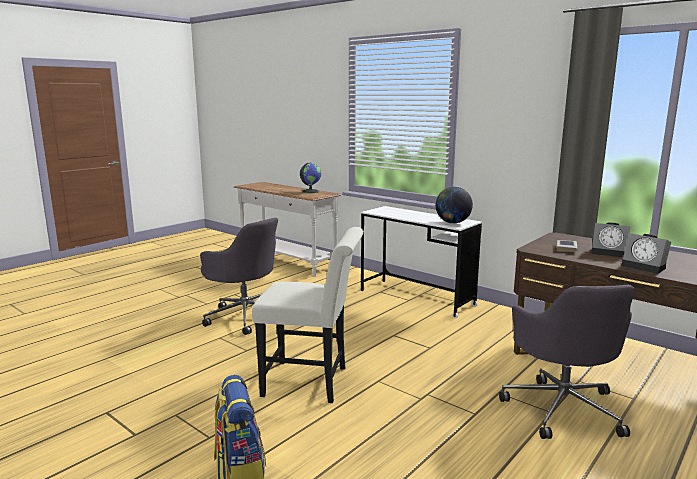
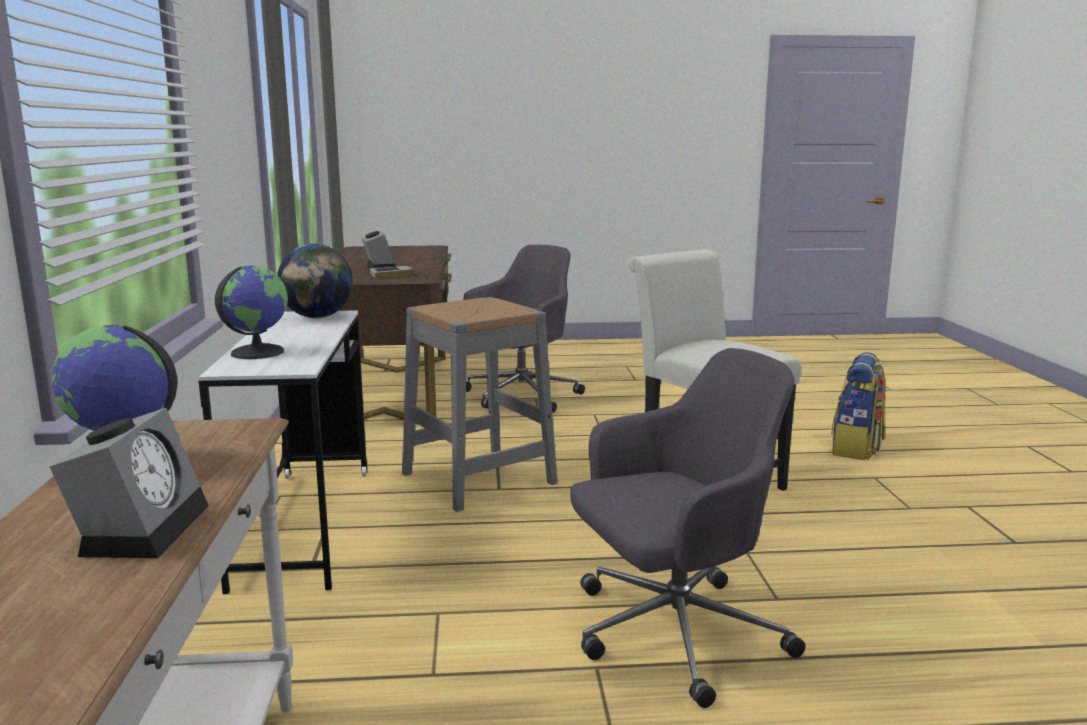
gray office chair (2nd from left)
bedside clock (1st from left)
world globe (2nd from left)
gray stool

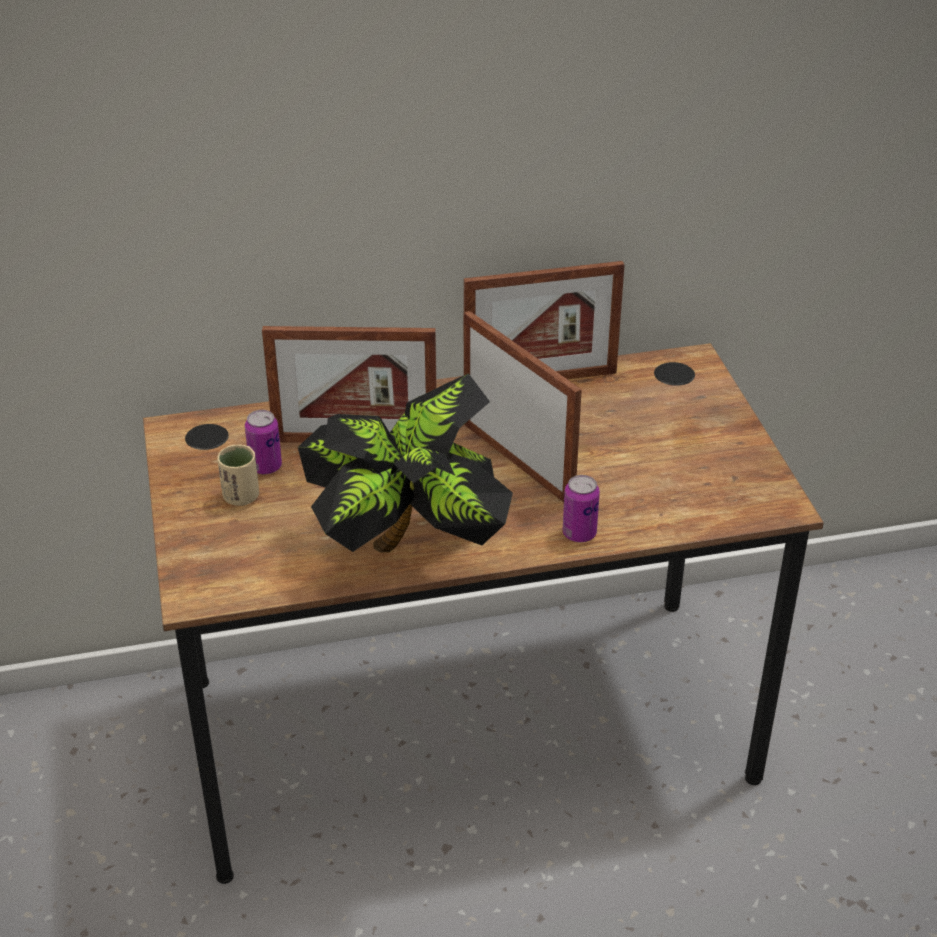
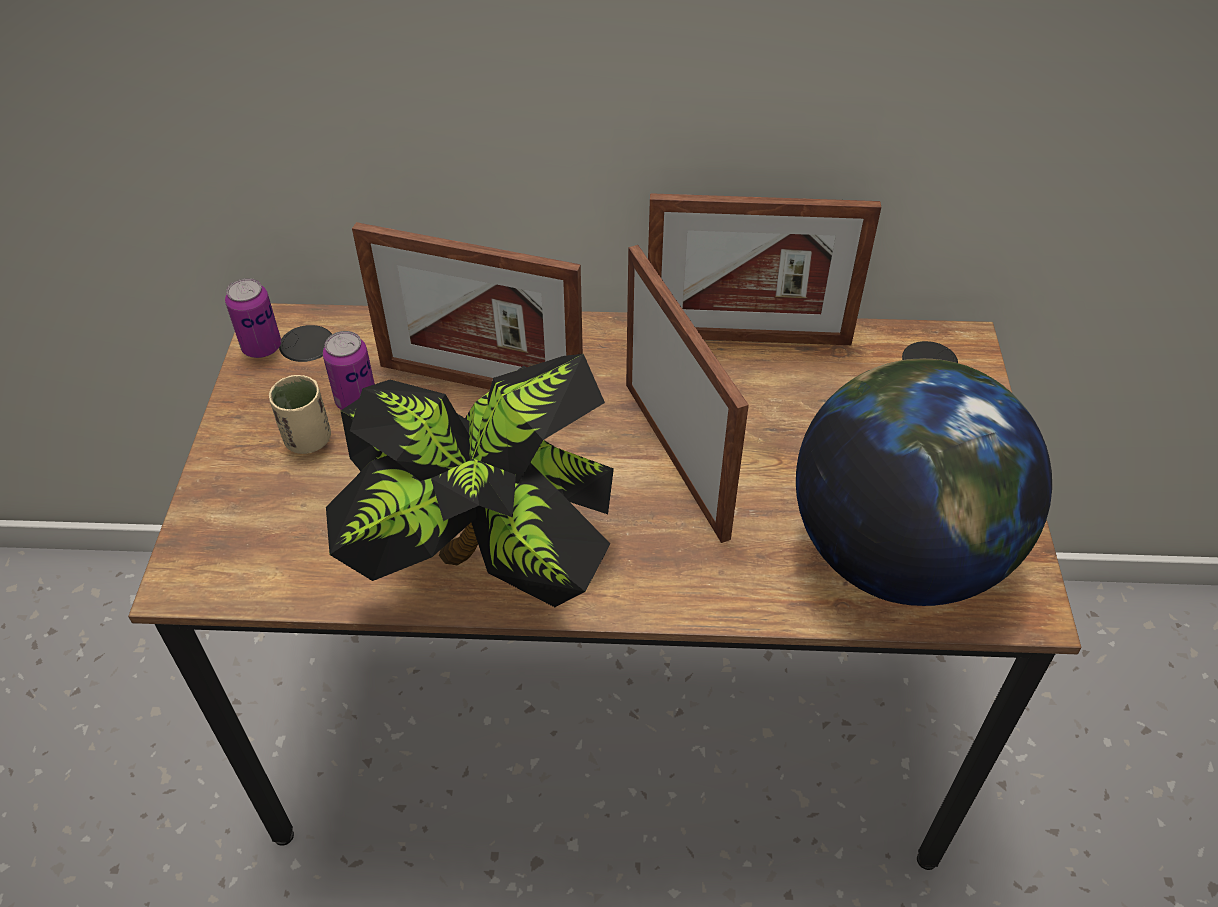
sealed can (1st from left)
world globe

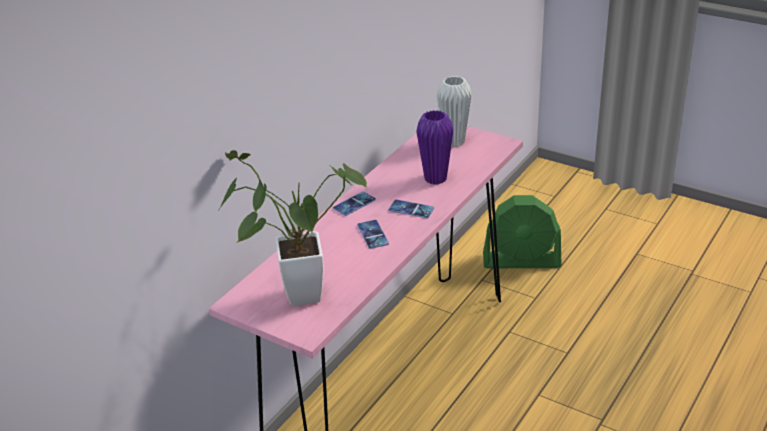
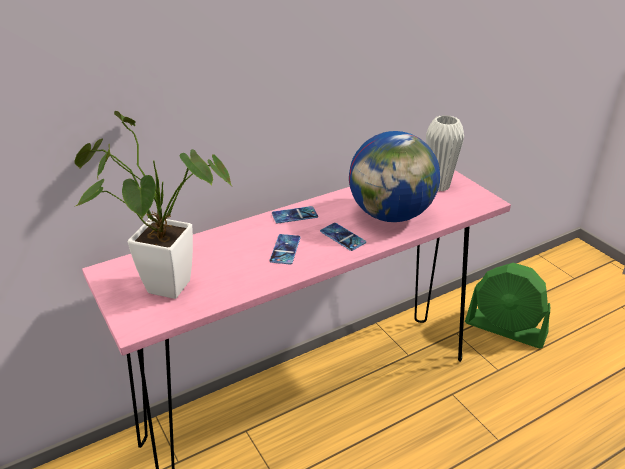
world globe

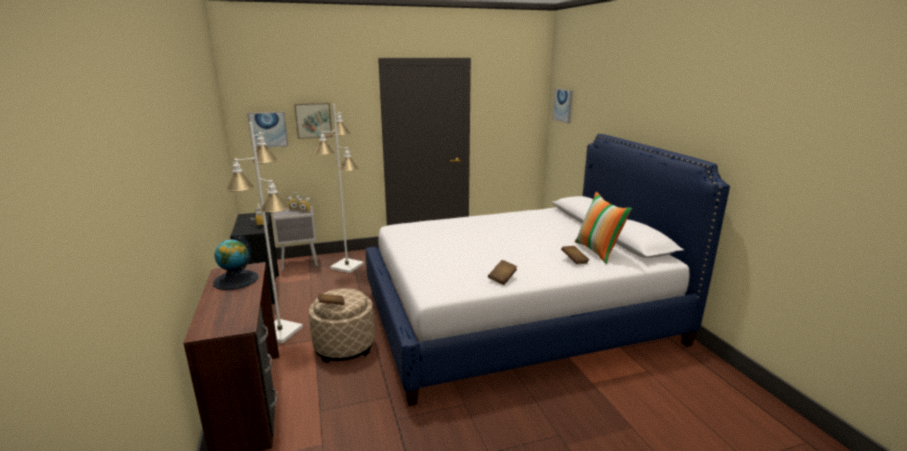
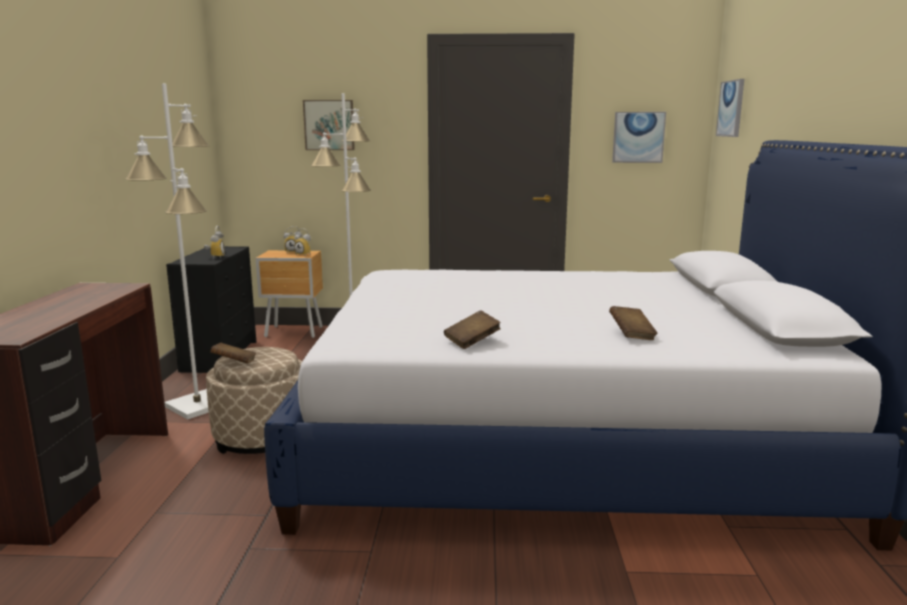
wall art (2nd from left)
pillow
brownish night table
world globe

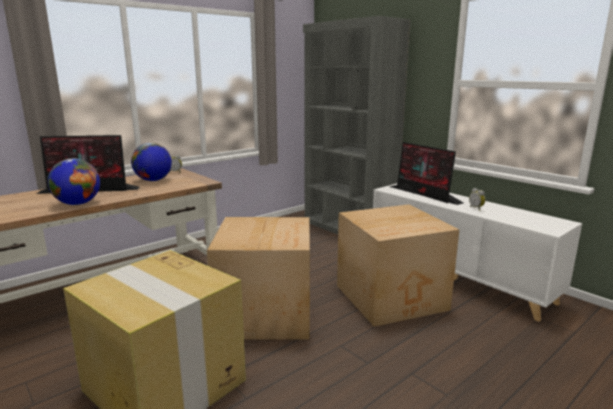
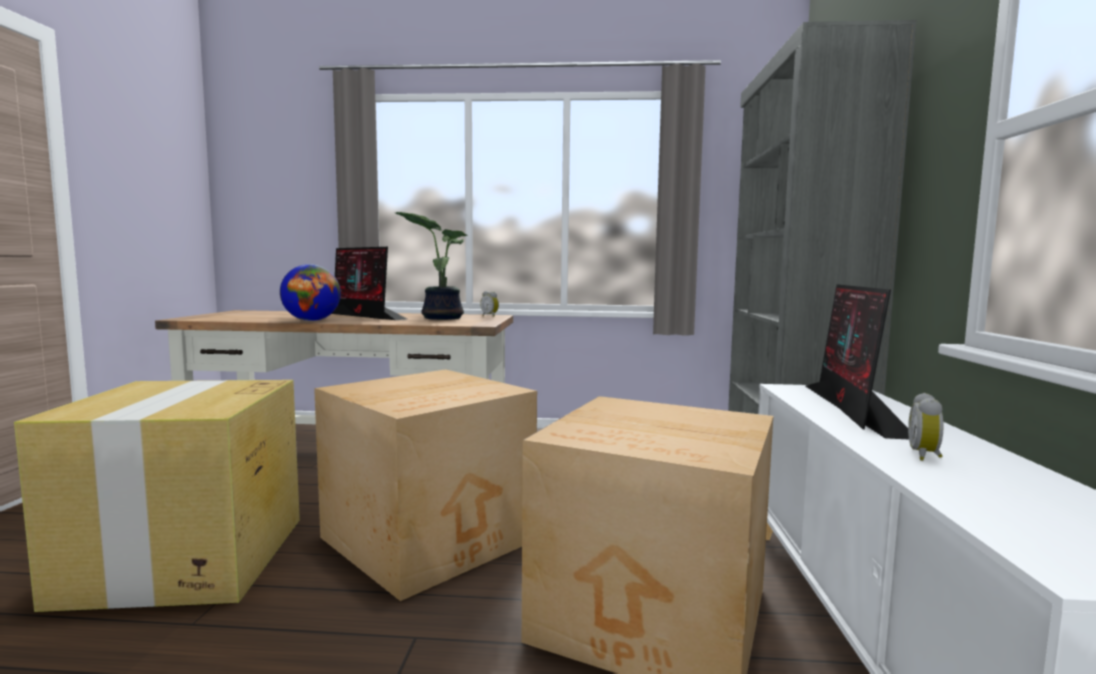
plant in a pot

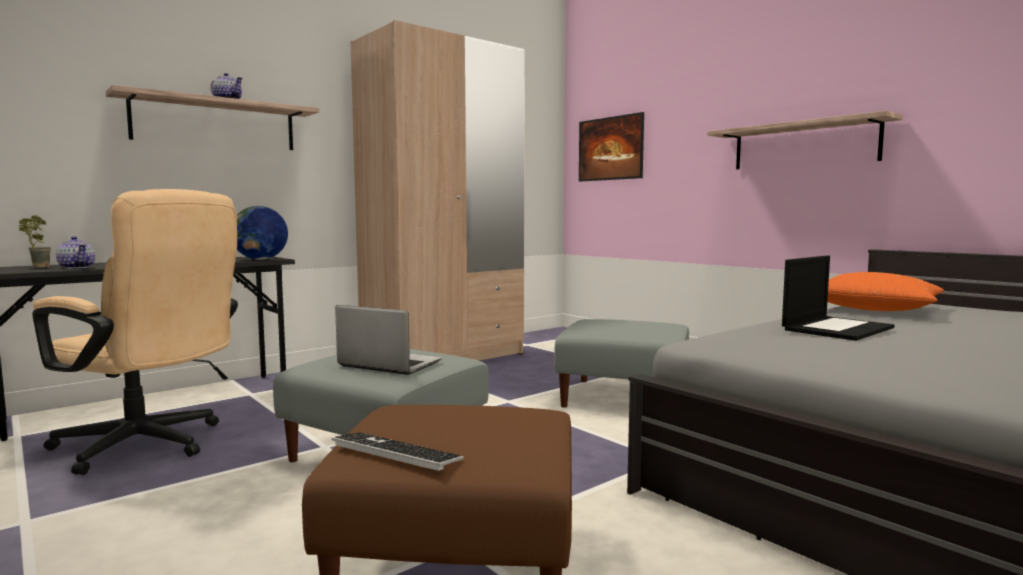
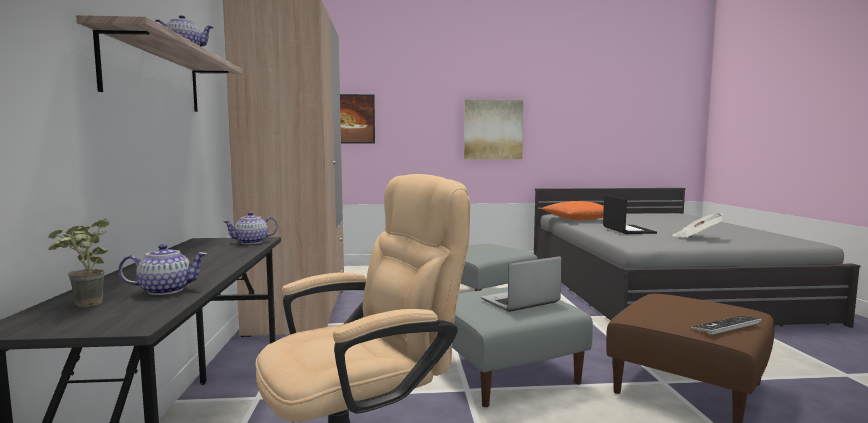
wall art (2nd from left)
teapot (3rd from left)
printed paper

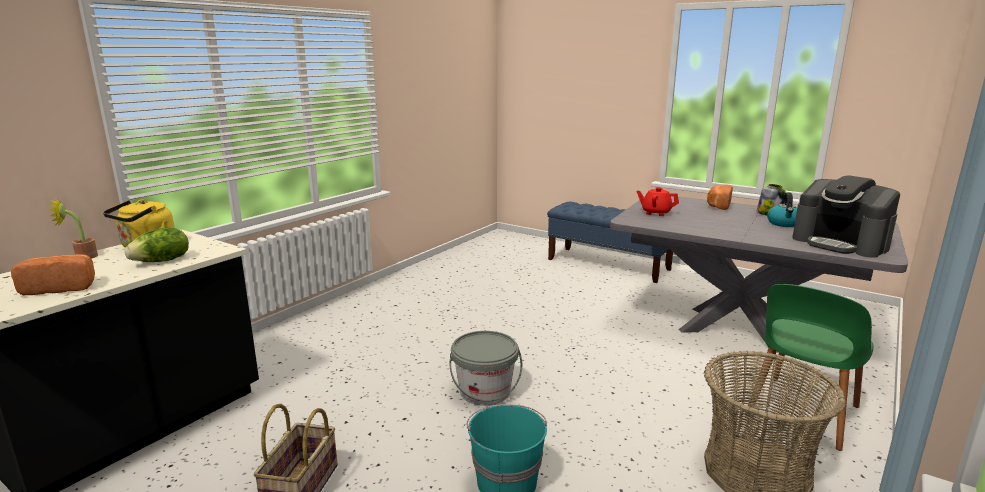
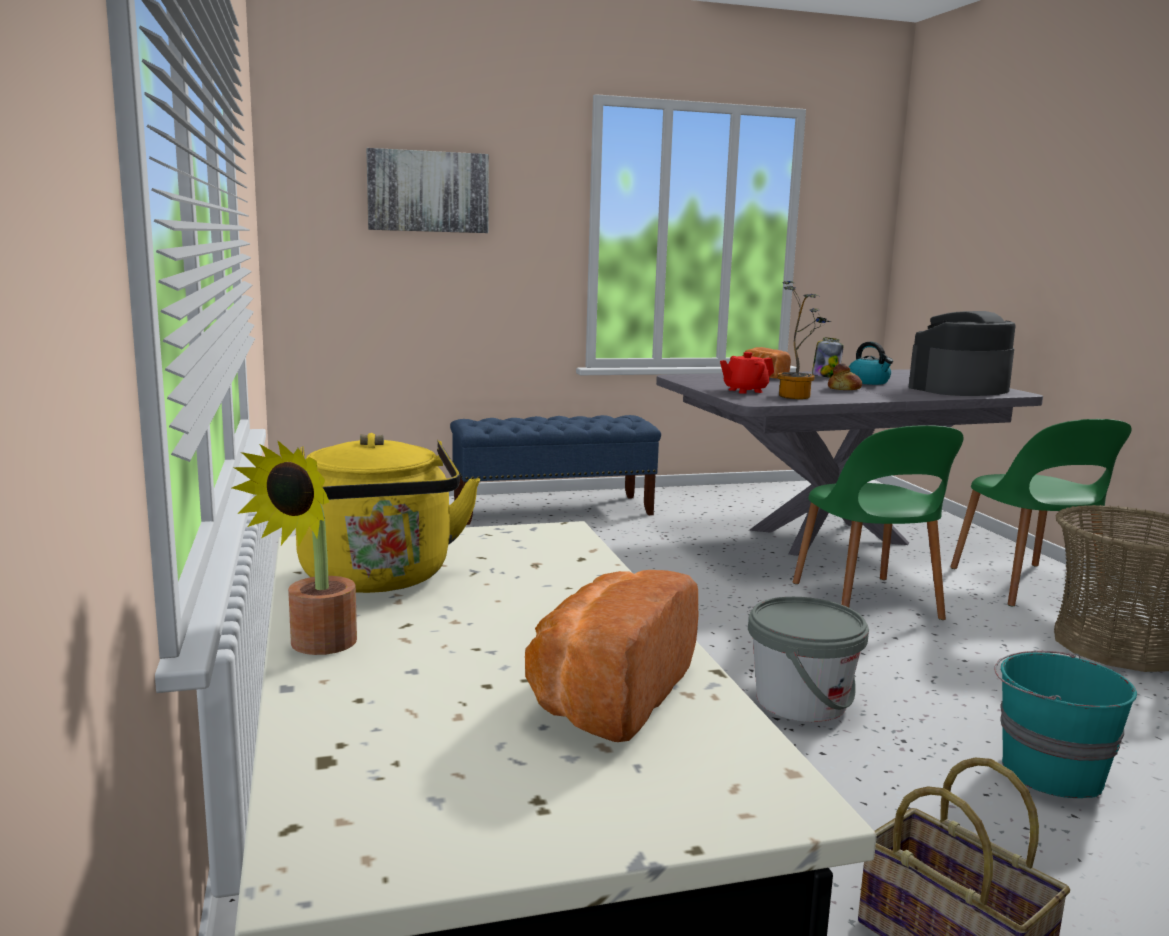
coffee brewer
lettuce head
wall art
plant in a pot (2nd from left)
bakery bread (3rd from left)
green-coloured upright chair (1st from left)

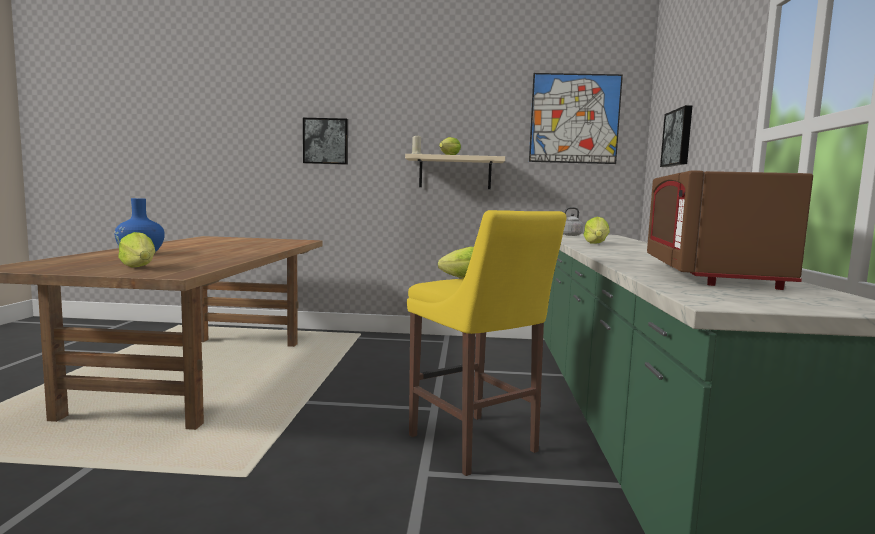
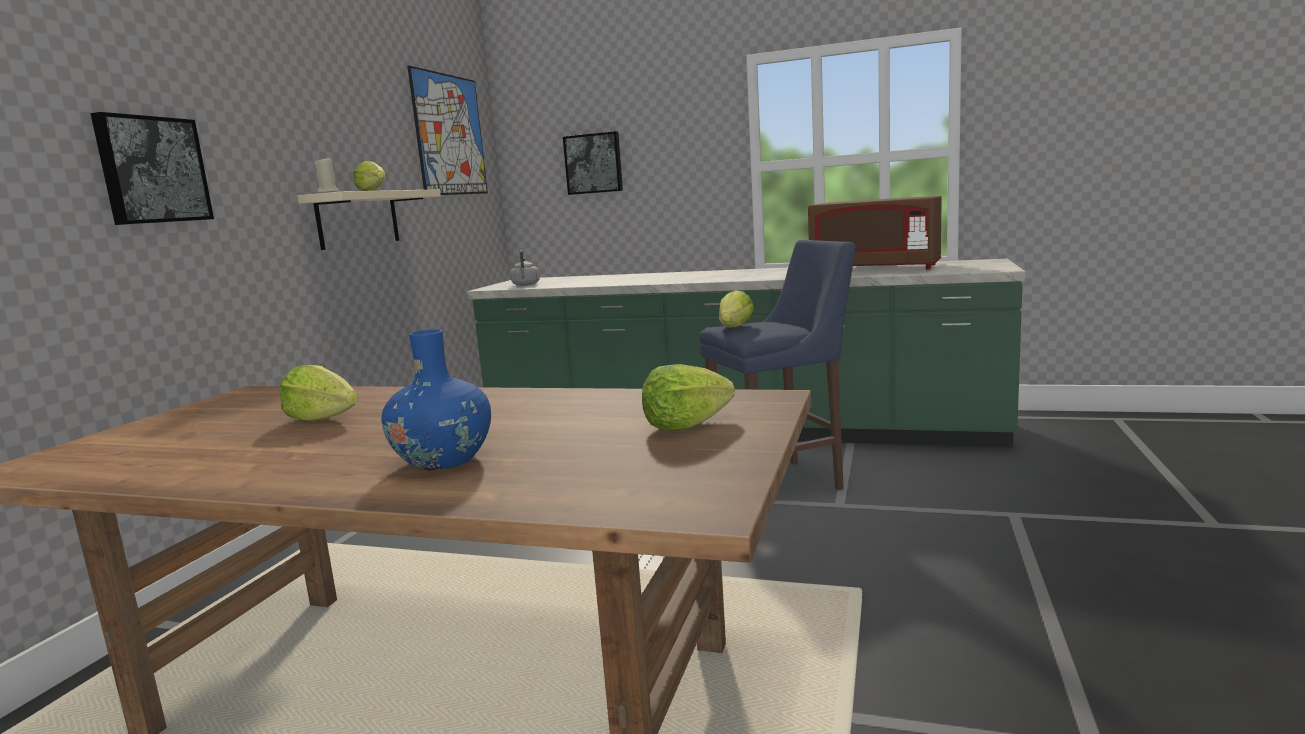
blue stool
lettuce head (1st from left)

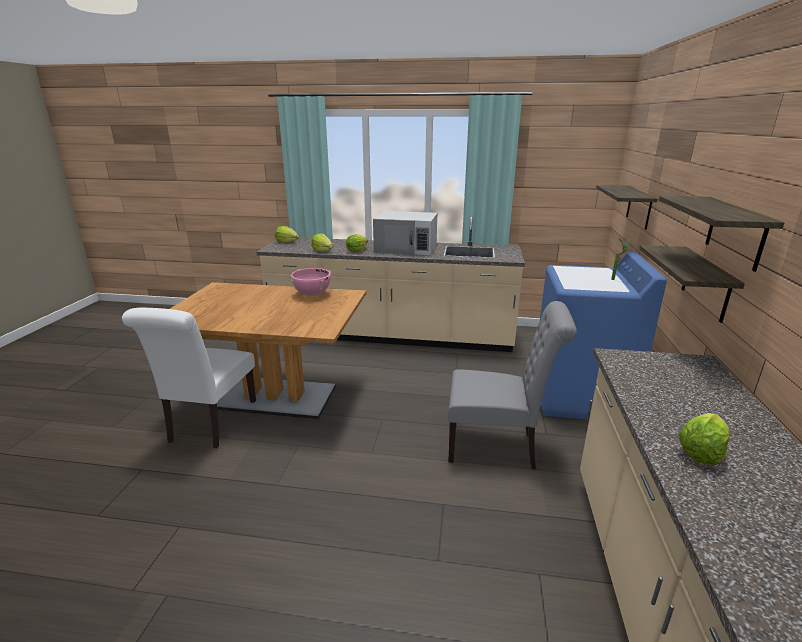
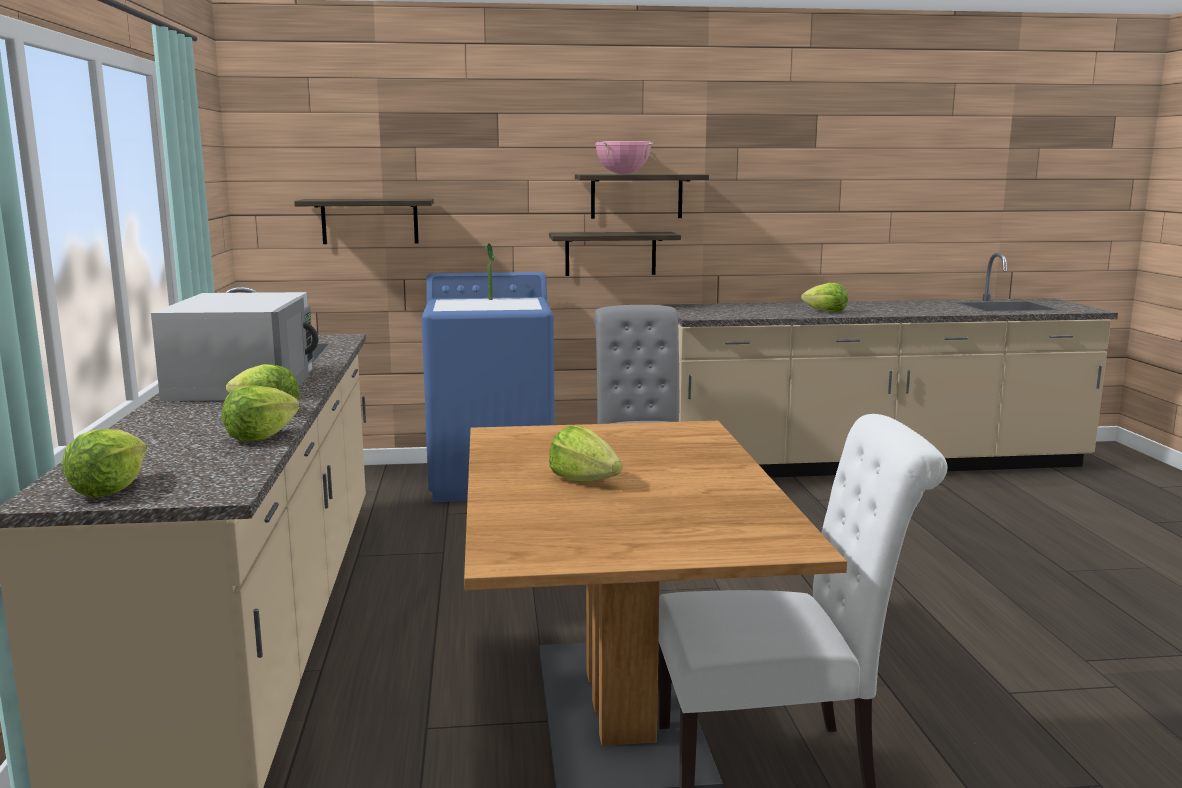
pink stockpot
lettuce head (4th from left)

